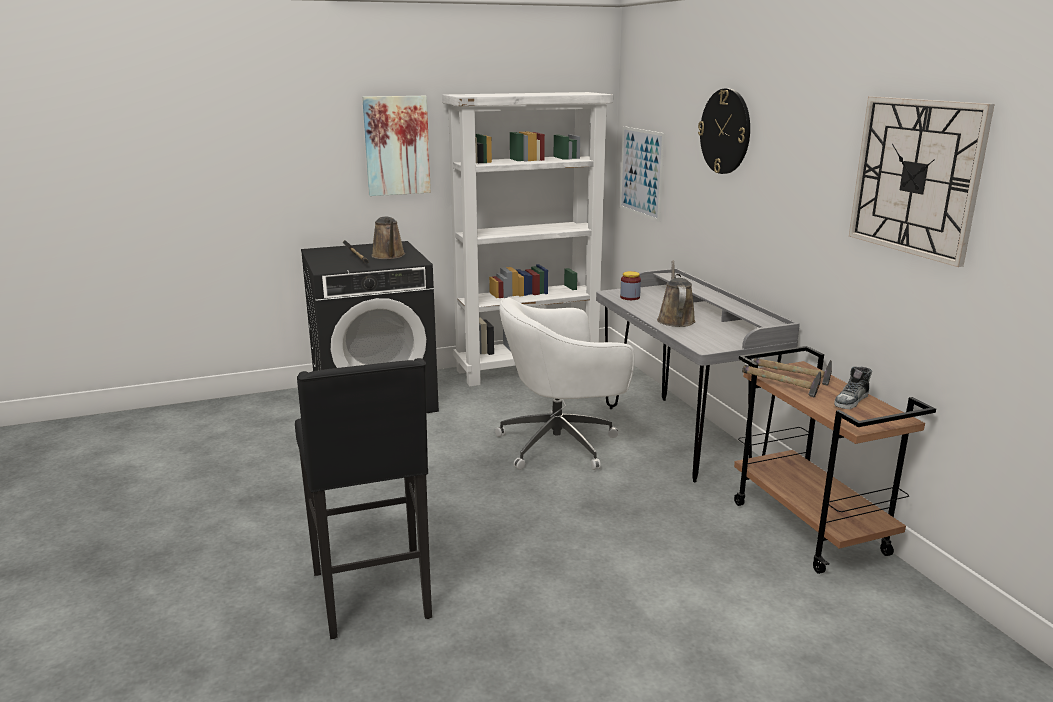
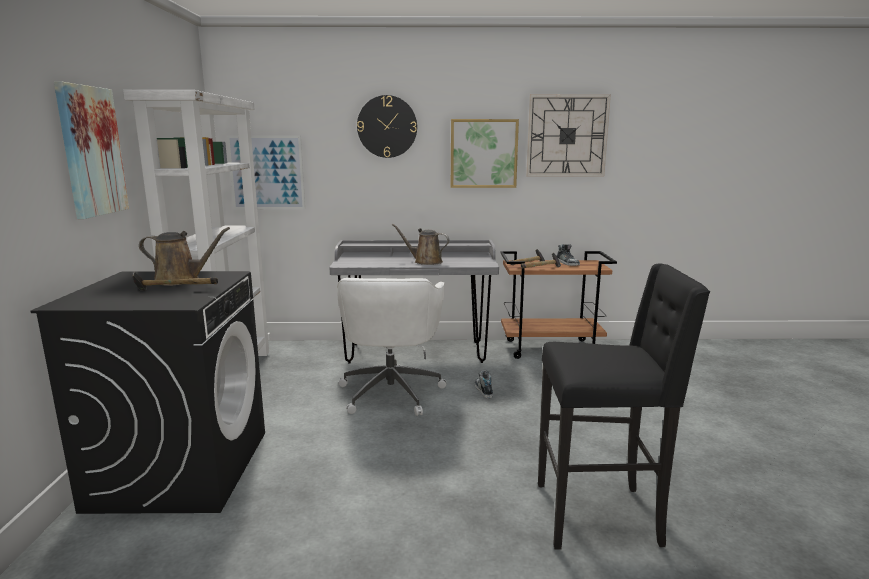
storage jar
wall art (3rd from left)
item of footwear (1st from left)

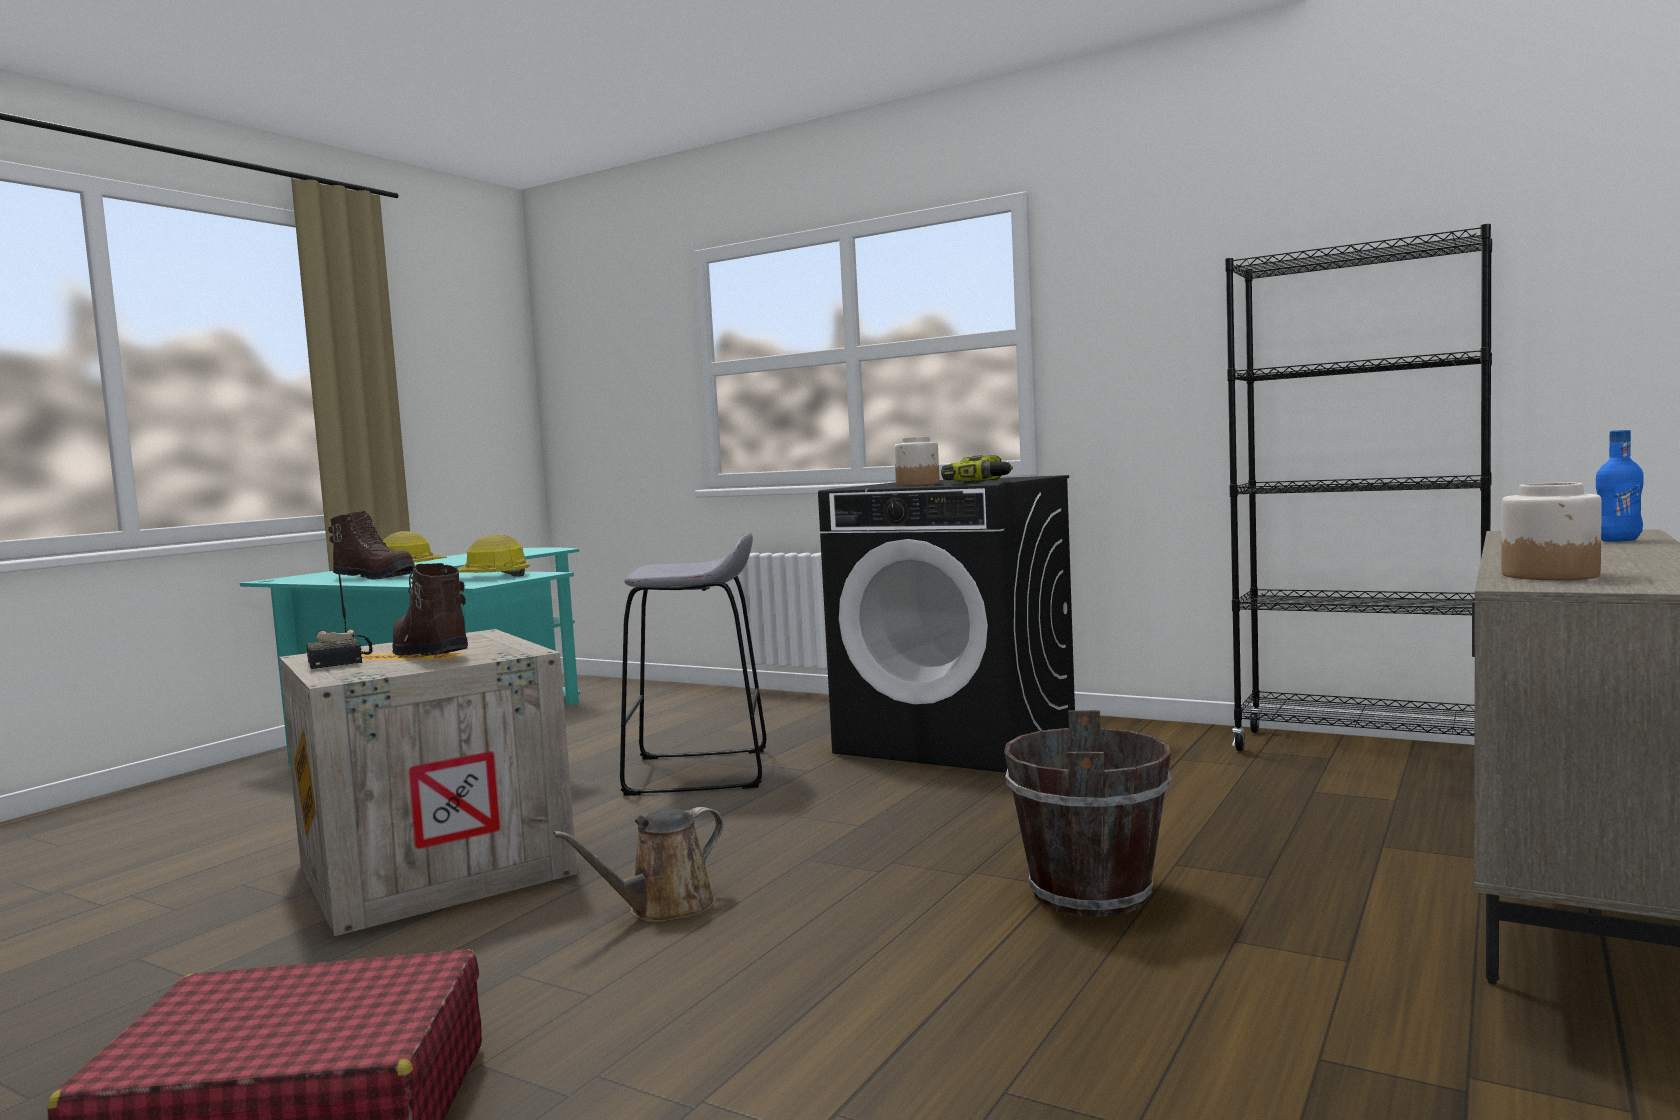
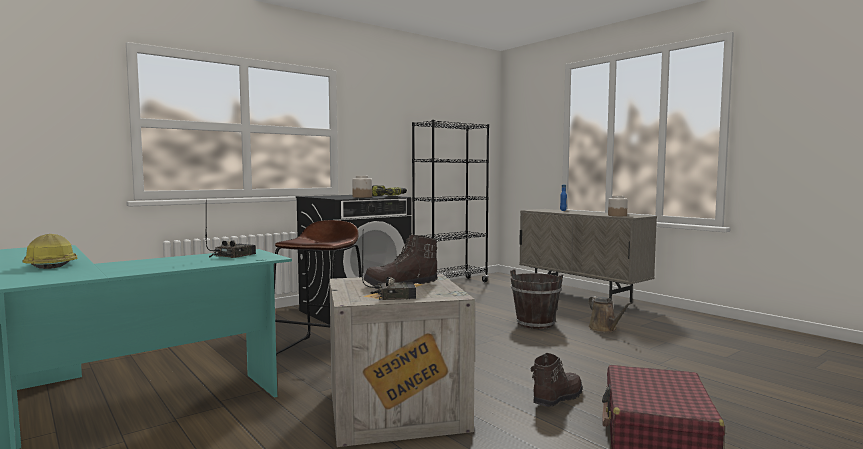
brownish tall boot (2nd from left)
brownish stool
radio (1st from left)
brownish watering pot

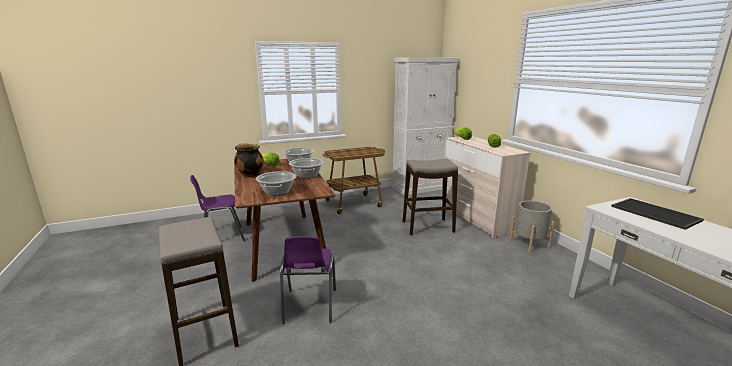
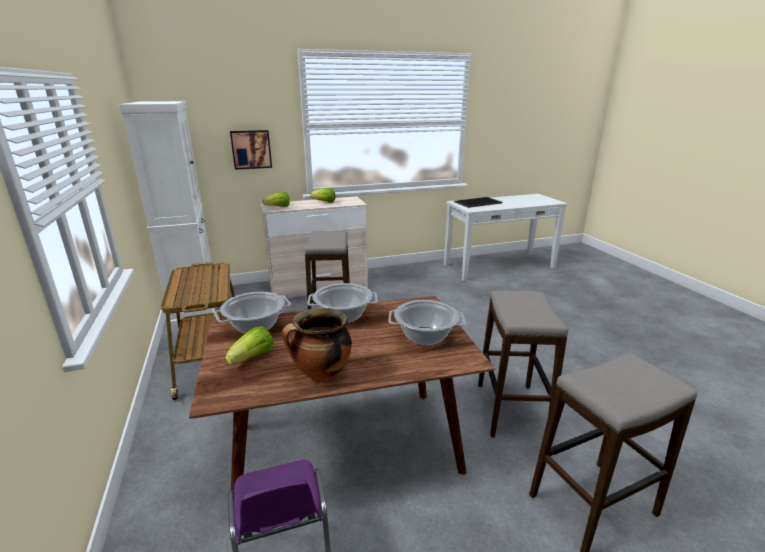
gray plant pot
stool (2nd from left)
wall art

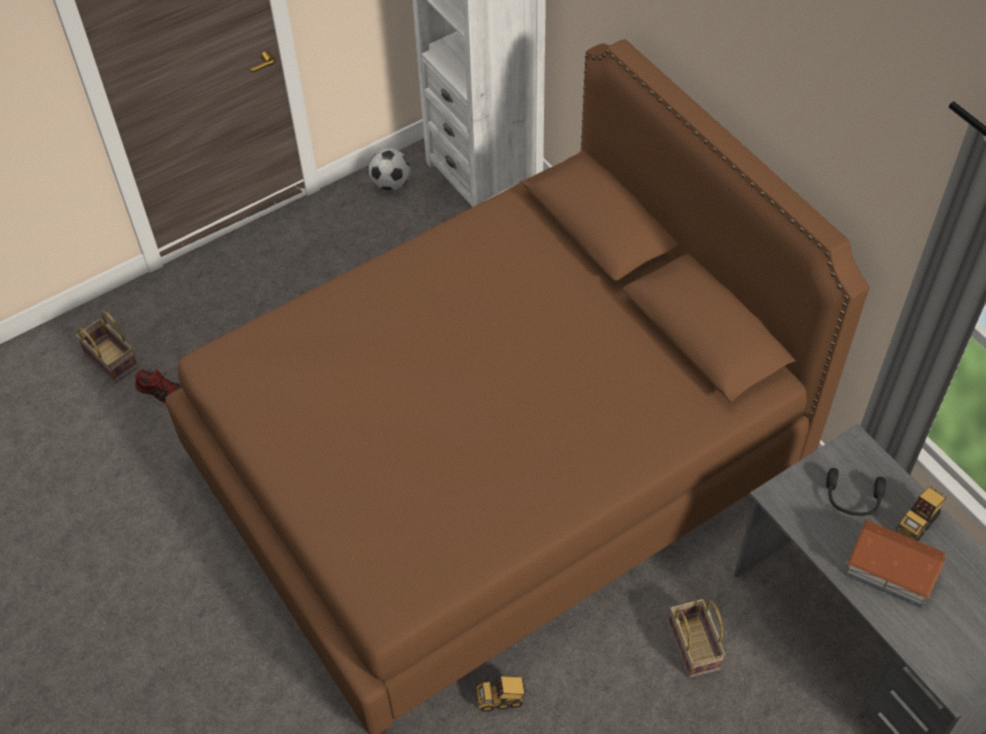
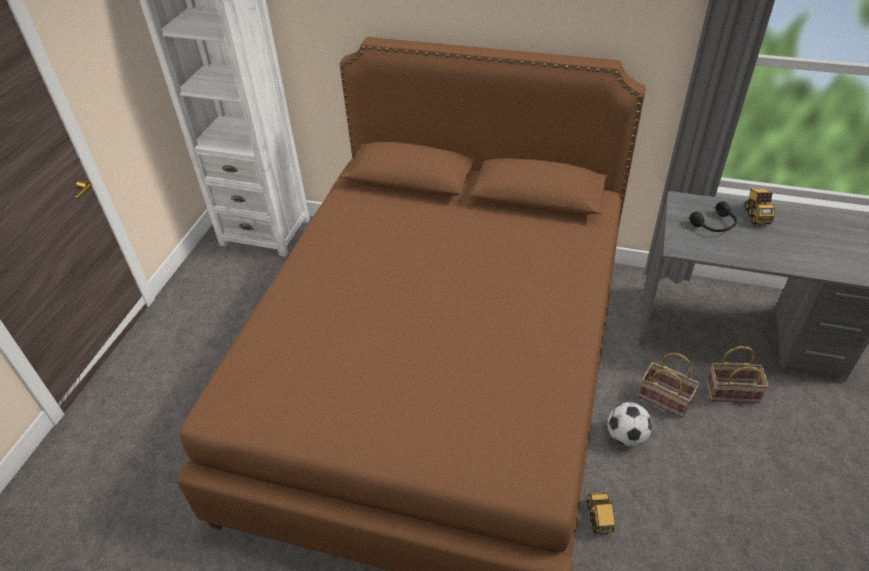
ball for football
basket (2nd from left)
item of footwear
toy house
toy lorry (1st from left)

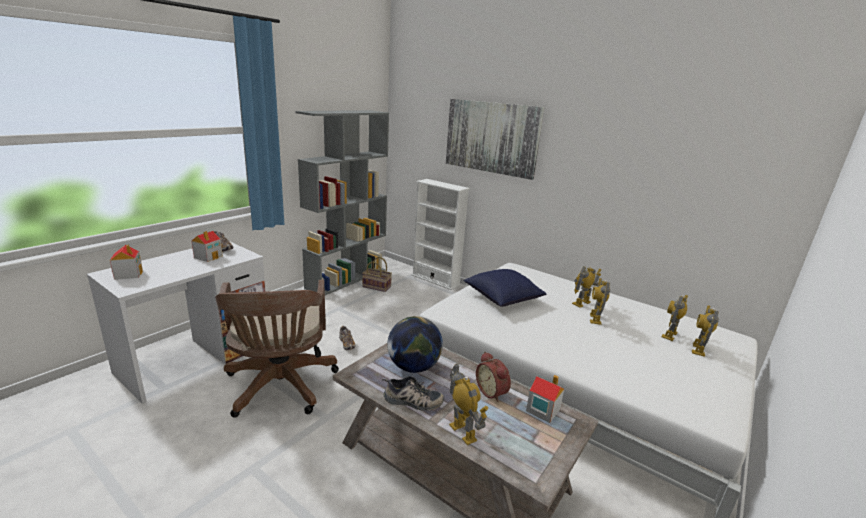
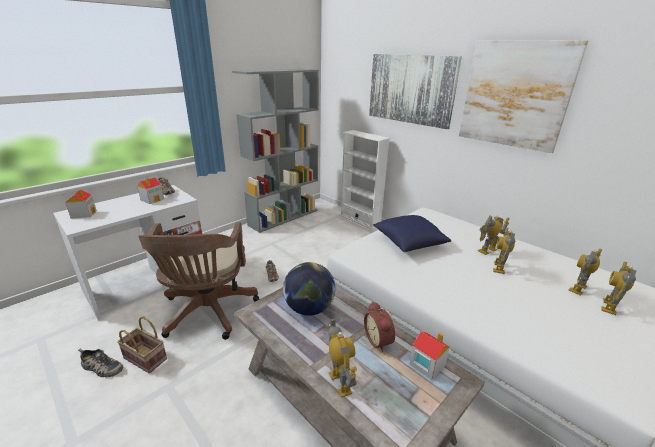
basket
item of footwear (1st from left)
wall art (2nd from left)

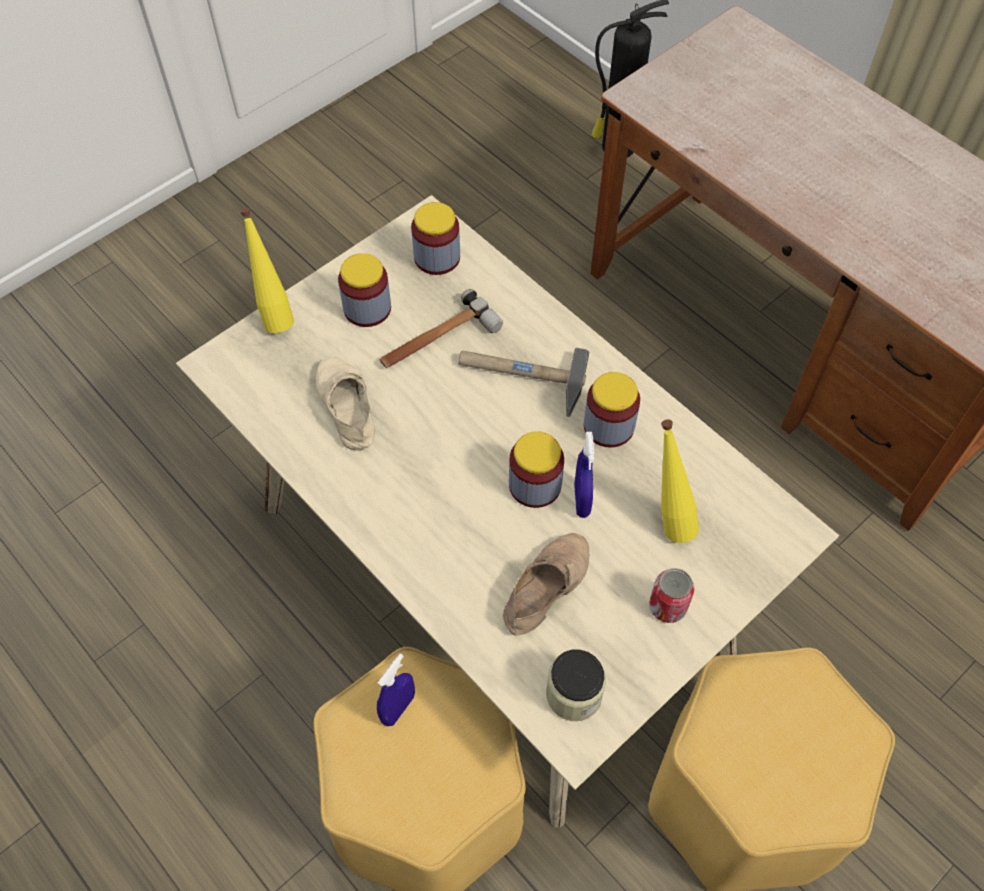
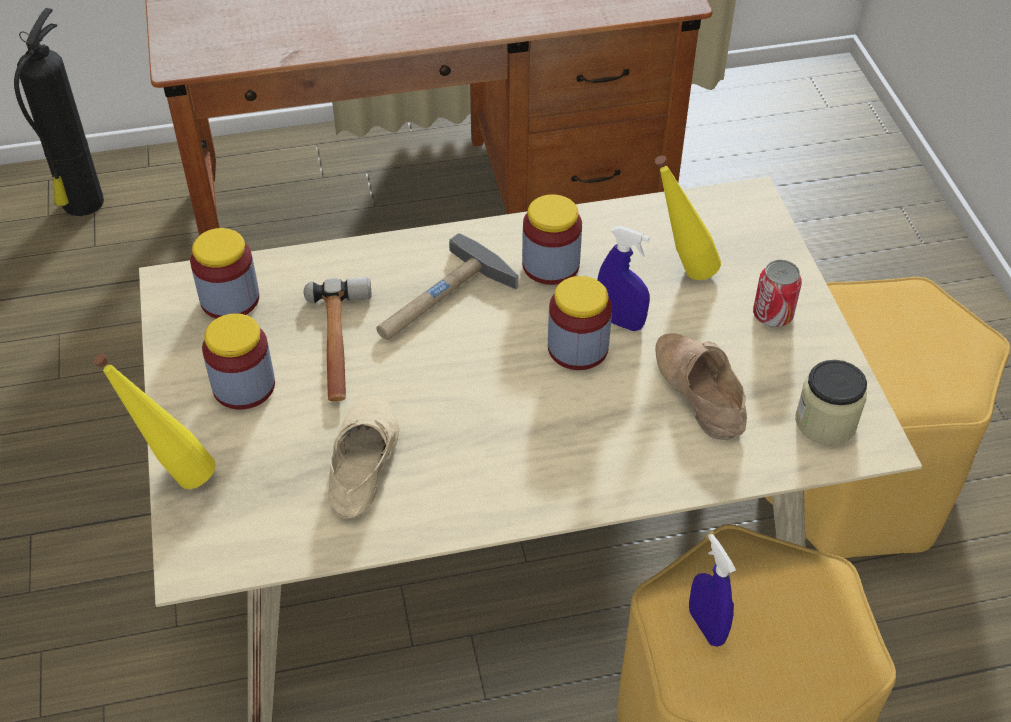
beige item of footwear (1st from left)

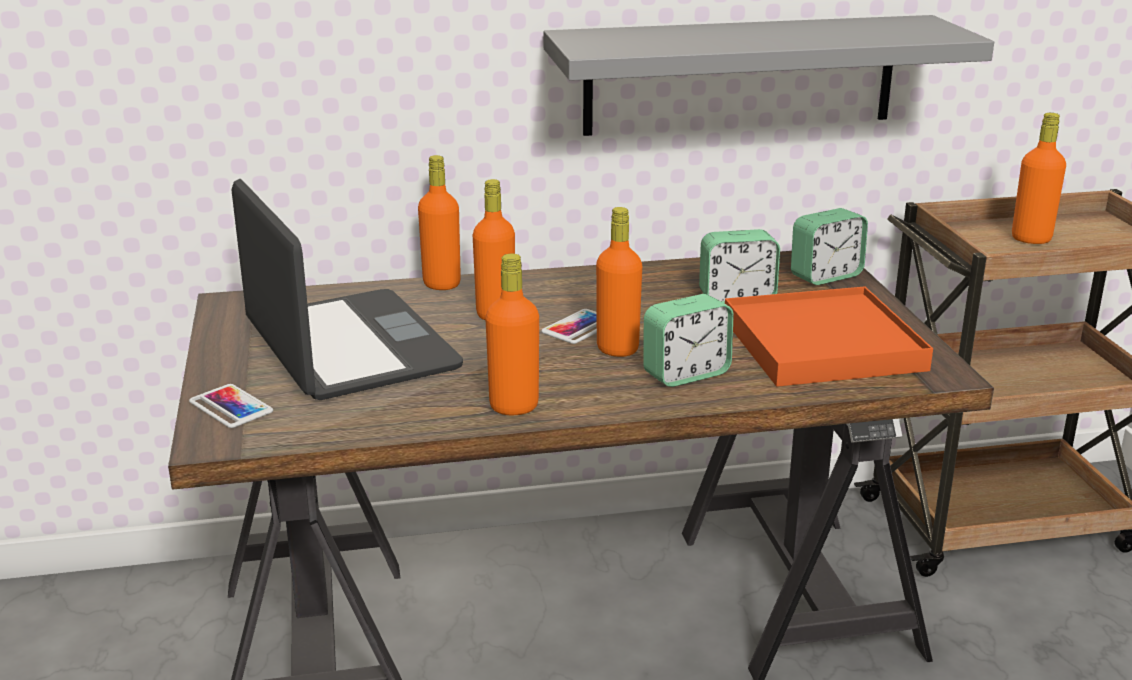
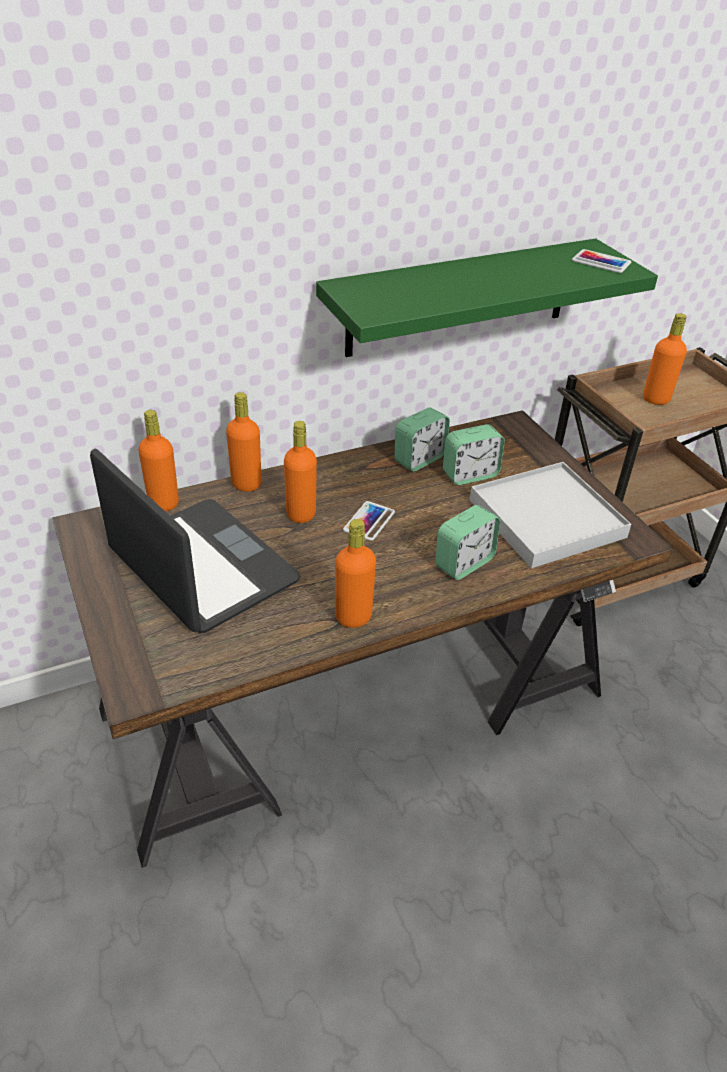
green-coloured shelf
orange drink bottle (1st from left)
bedside clock (1st from left)
white-coloured tray
phone (2nd from left)

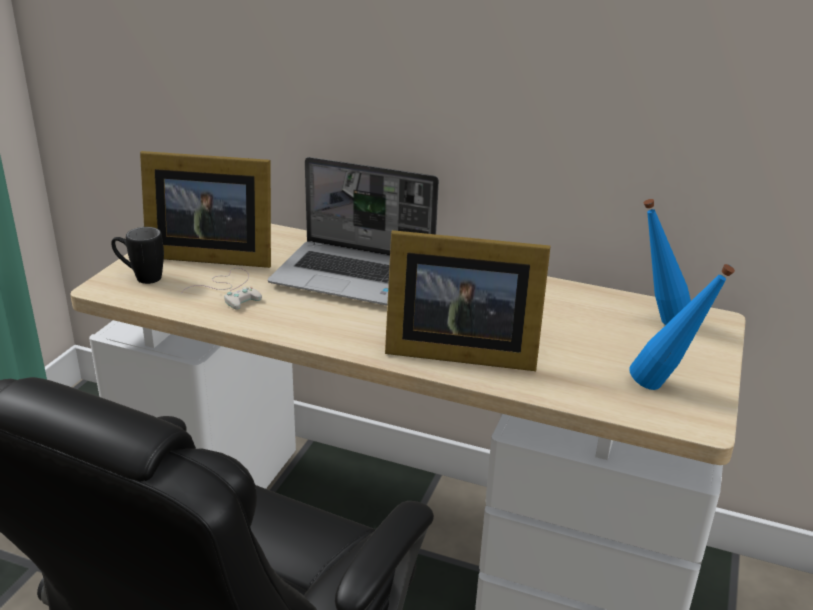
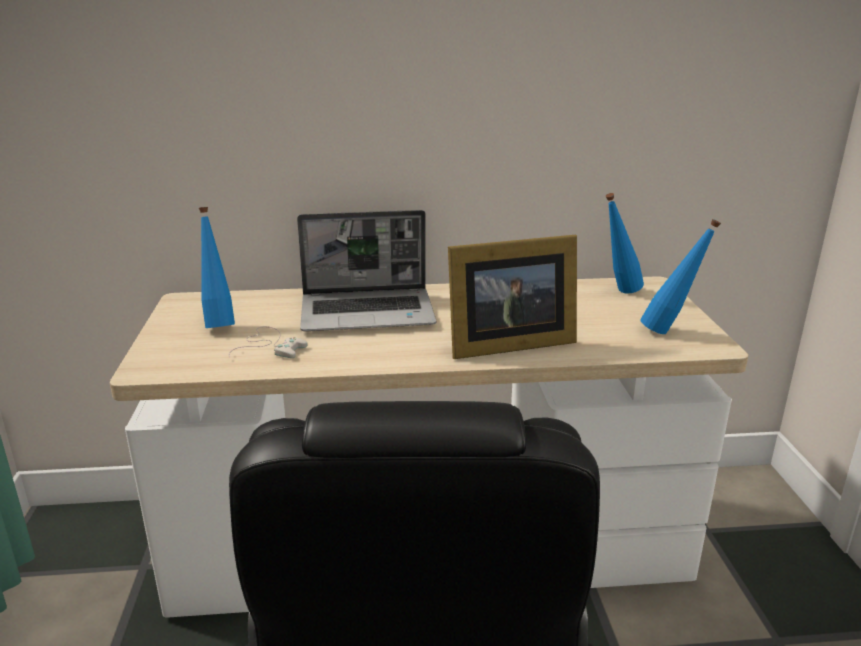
blue drink bottle (1st from left)
black mug

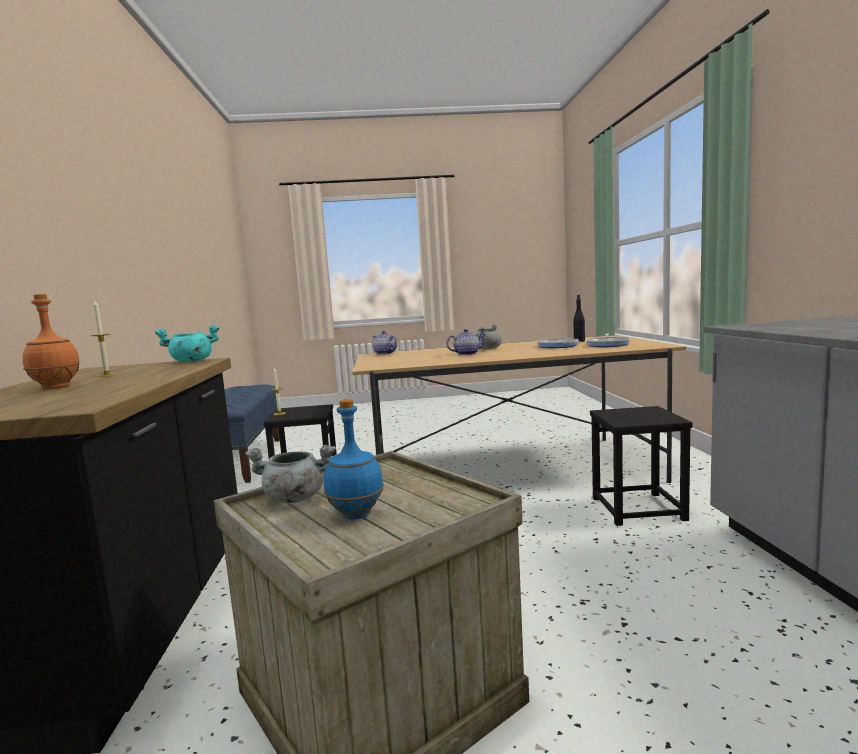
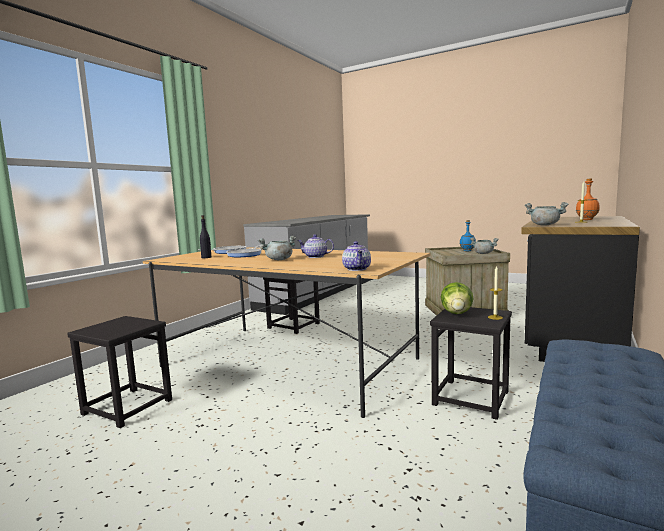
gray stockpot (3rd from left)
lettuce head
black stool (1st from left)

